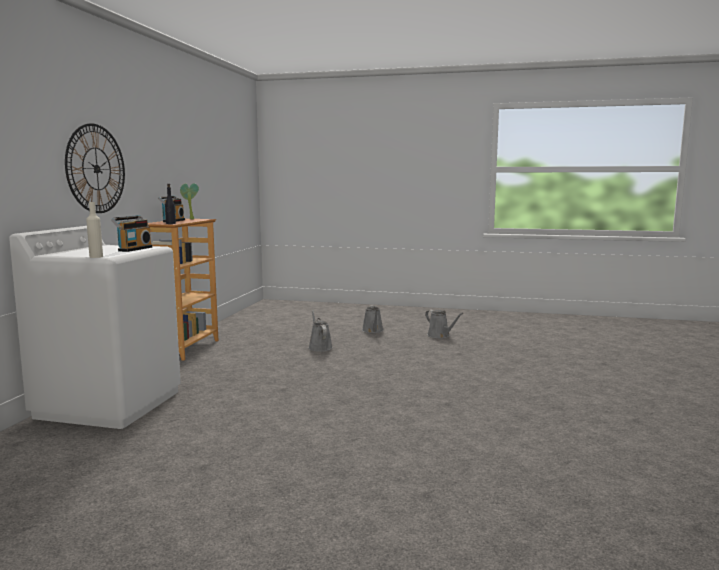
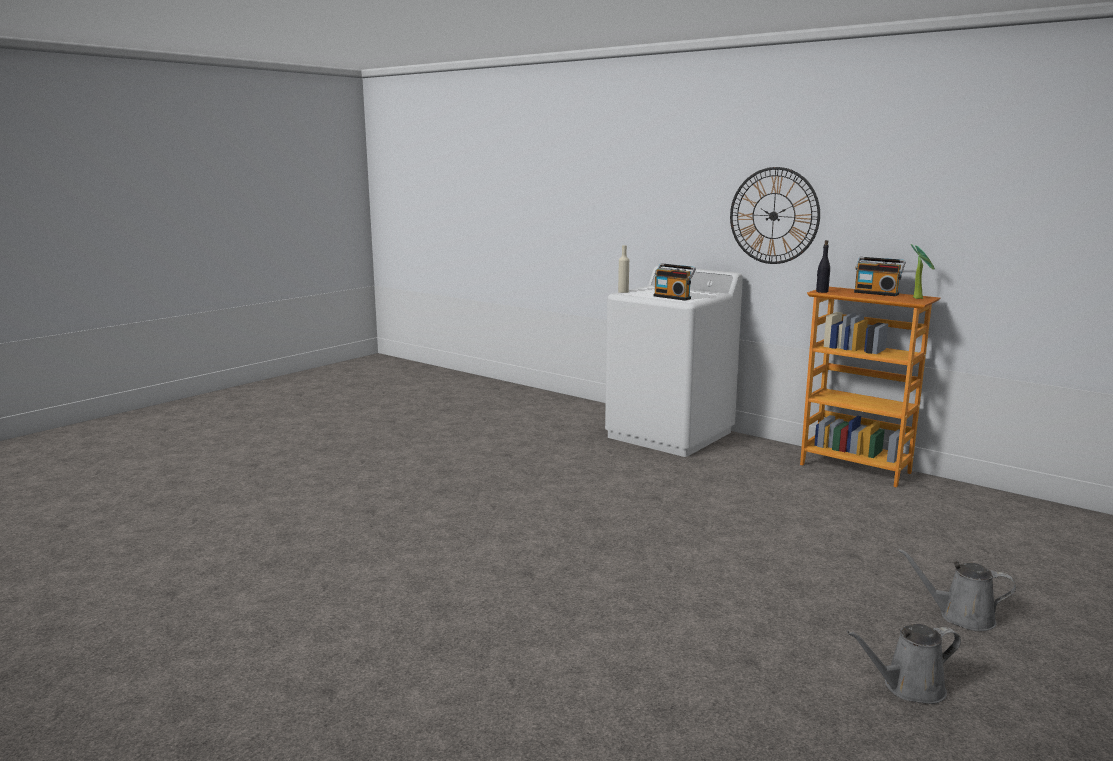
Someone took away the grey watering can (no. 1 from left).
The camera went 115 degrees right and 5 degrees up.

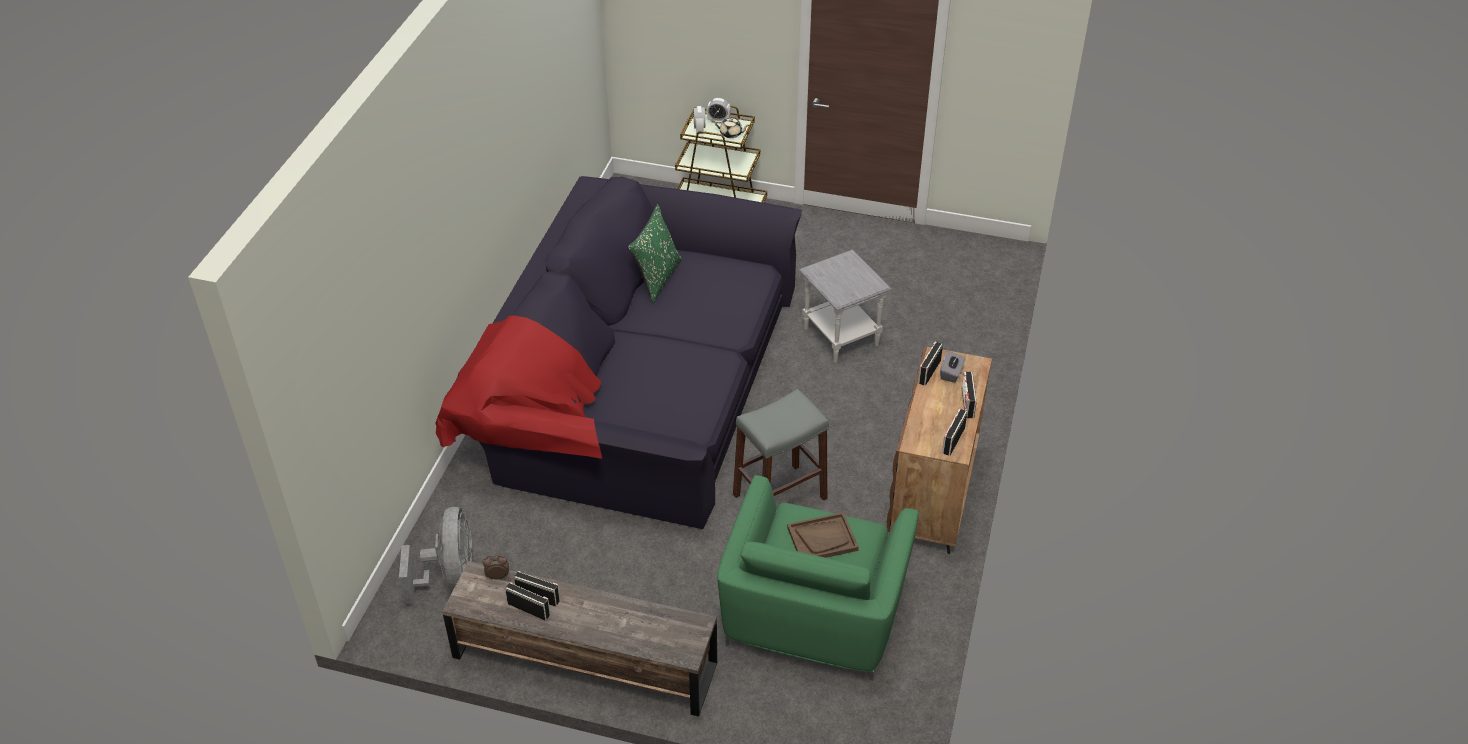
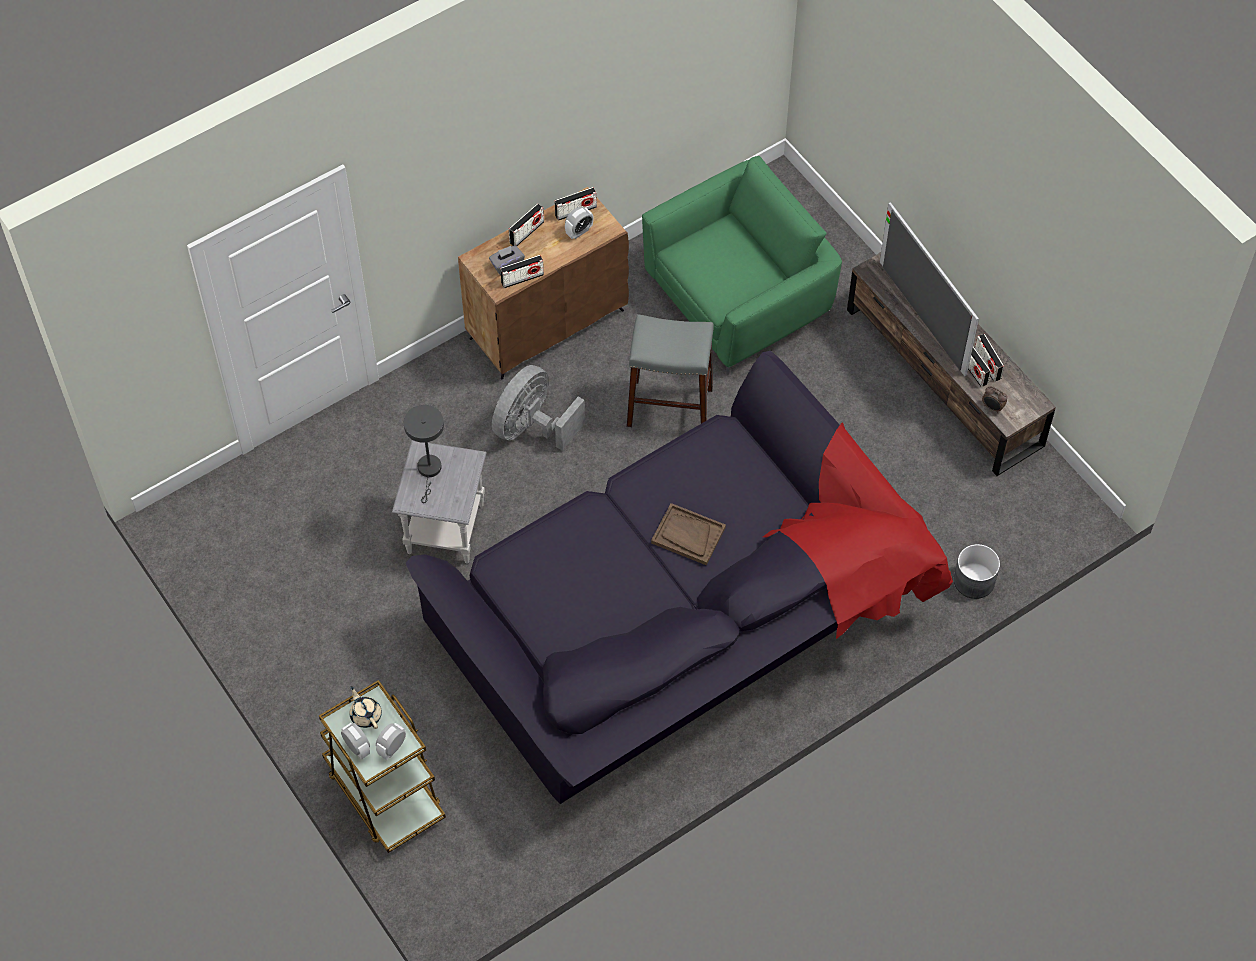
Someone carried the grey electric fan.
Someone took away the green-coloured throw pillow.
Someone carried the brown-coloured carrying tray.
Someone put down the grey tabletop lamp.
Someone put down the table clock (no. 3 from left).
Someone put down the TV.
Someone put down the grey planter.
The camera went 140 degrees left and 15 degrees up.

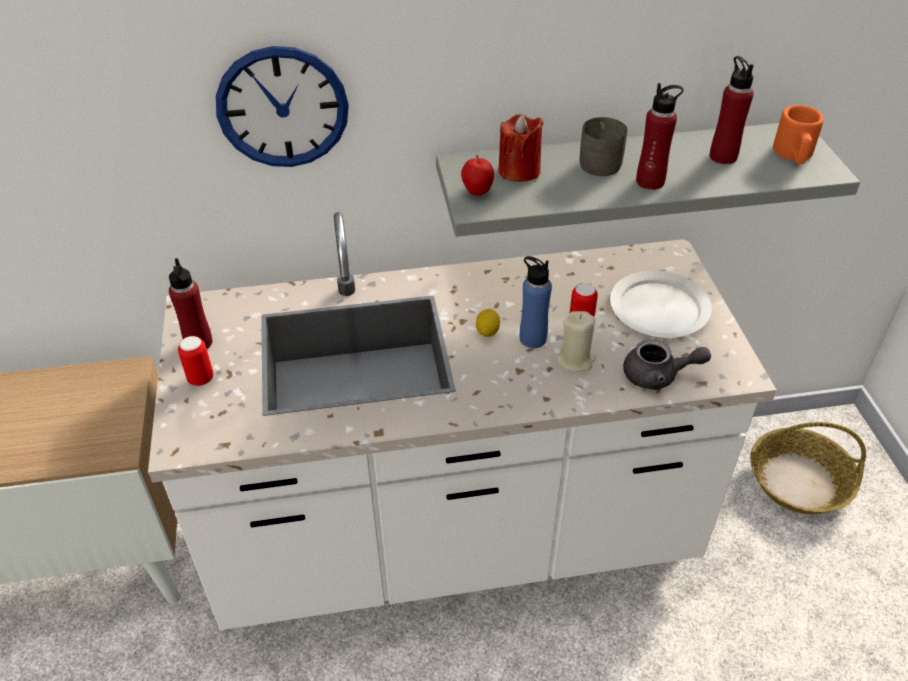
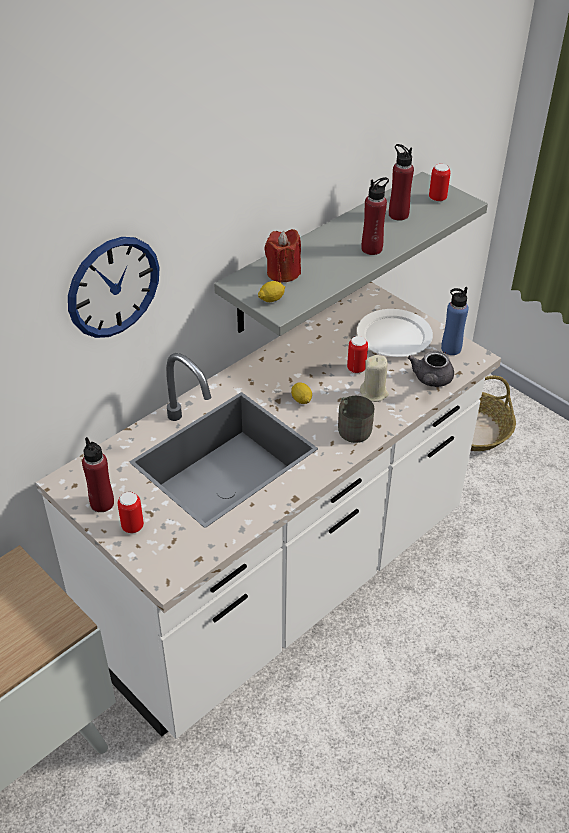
Someone swapped the whole apple for the whole lemon (no. 1 from left).
Someone carried the bluish beverage bottle.
Someone carried the grey tea mug.
Someone rotated the grey teapot by 135 degrees clockwise.
Someone swapped the orangey tea mug for the sealed can (no. 3 from left).
The camera went 35 degrees left and 0 degrees up.

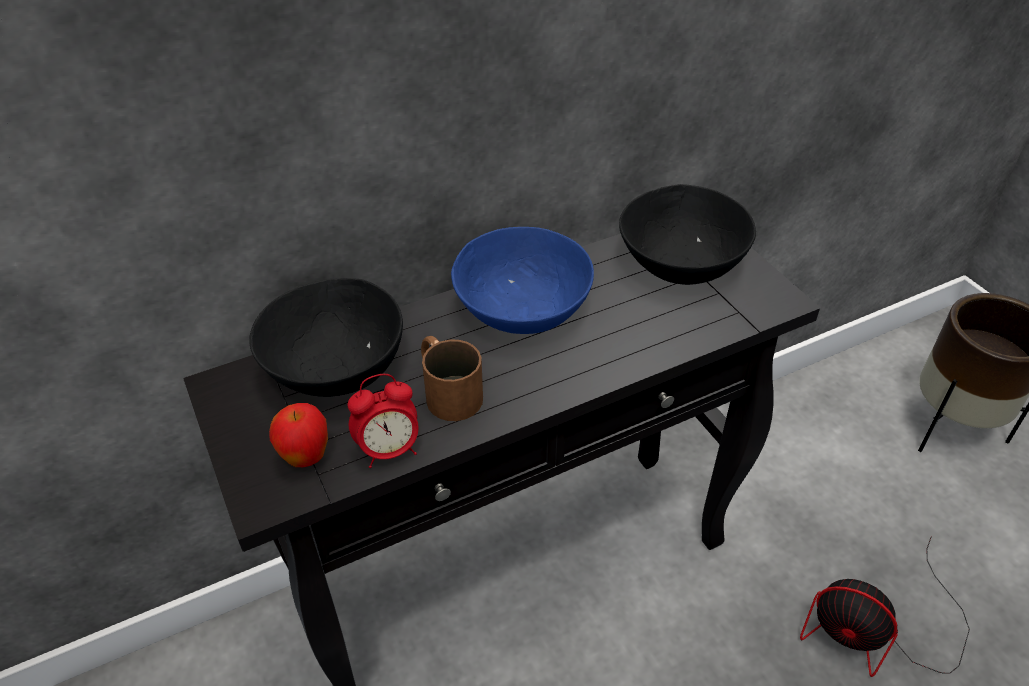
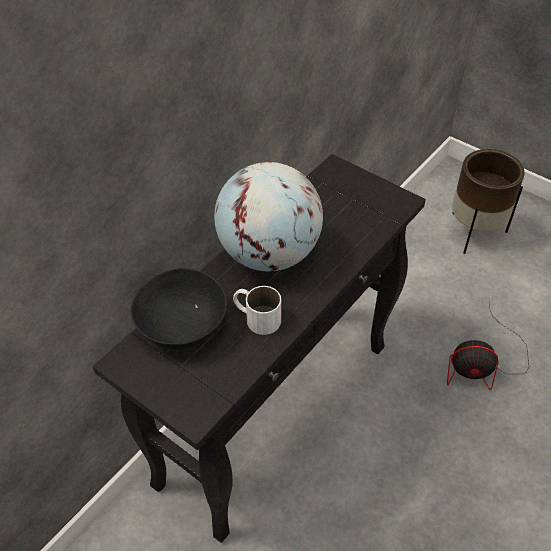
Someone took away the whole apple.
Someone took away the table clock.
Someone repainted the brown-coloured tea mug, which became the white-coloured tea mug.
Someone swapped the bluish bowl for the world globe.
Someone took away the black-coloured bowl (no. 2 from left).
The camera went 25 degrees left and 5 degrees up.

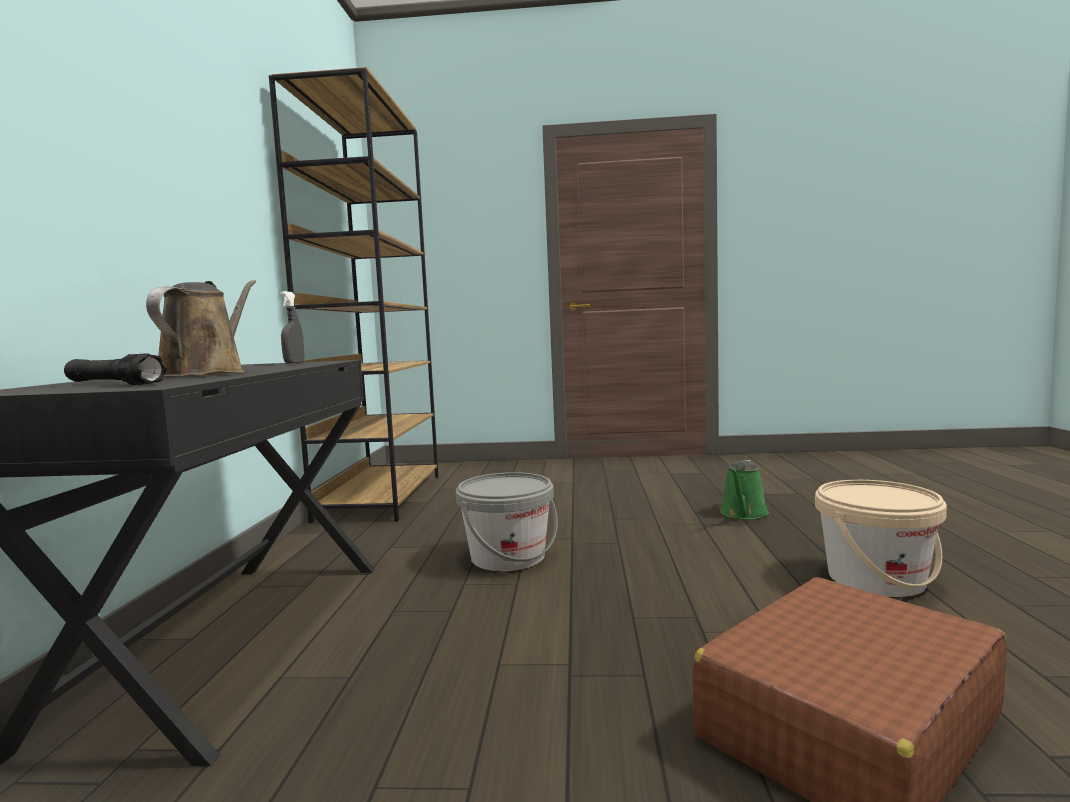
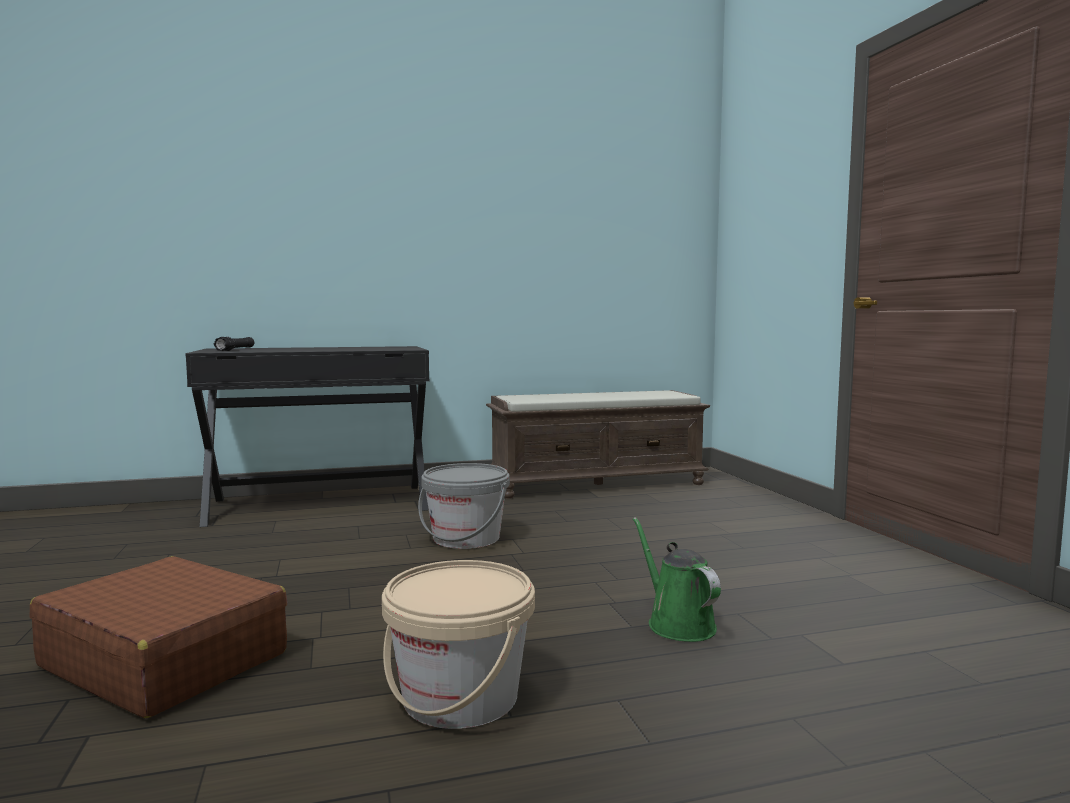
Someone took away the brown-coloured watering can.
Someone swapped the brown-coloured bookcase for the brown-coloured long seat.
Someone took away the grey hand sprayer.
Someone rotated the green-coloured watering can by 60 degrees clockwise.
The camera went 70 degrees right and 0 degrees up.

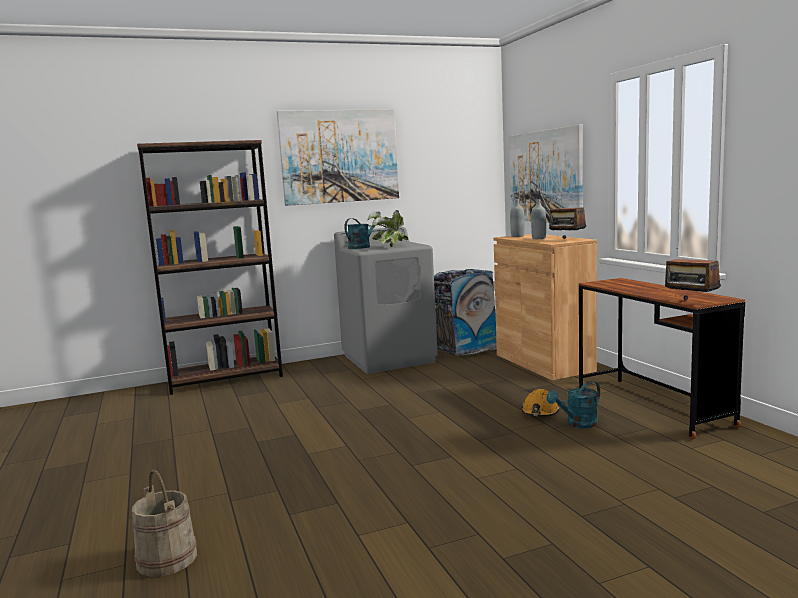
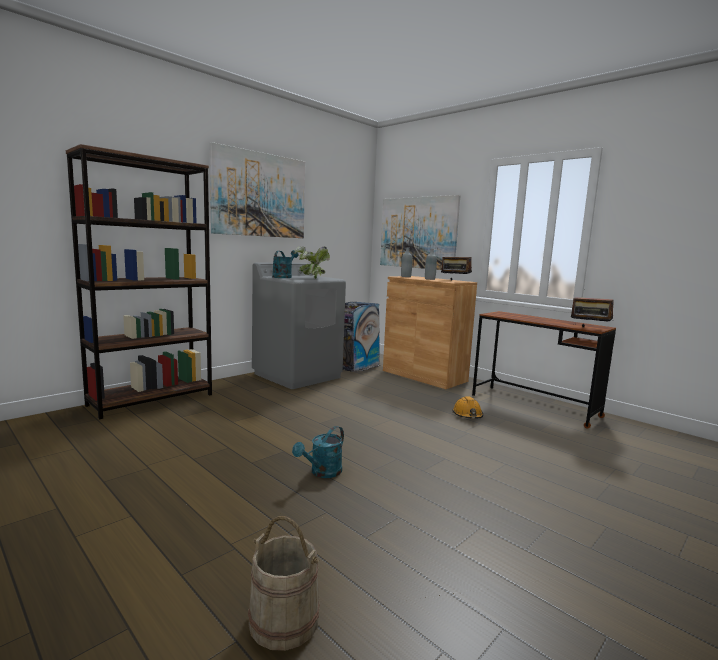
Someone carried the turquoise-coloured watering can (no. 2 from left).
The camera went 25 degrees left and 0 degrees up.

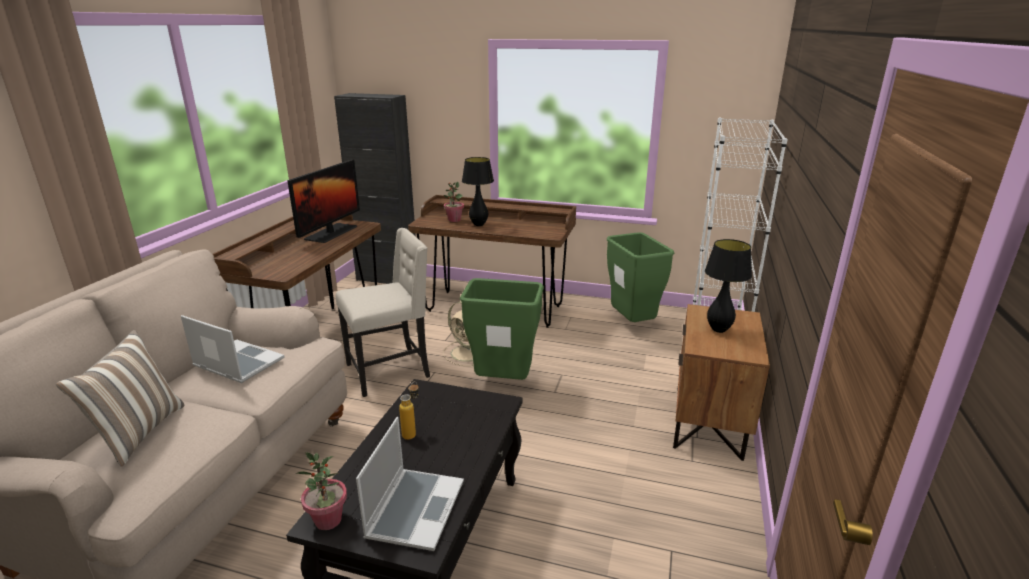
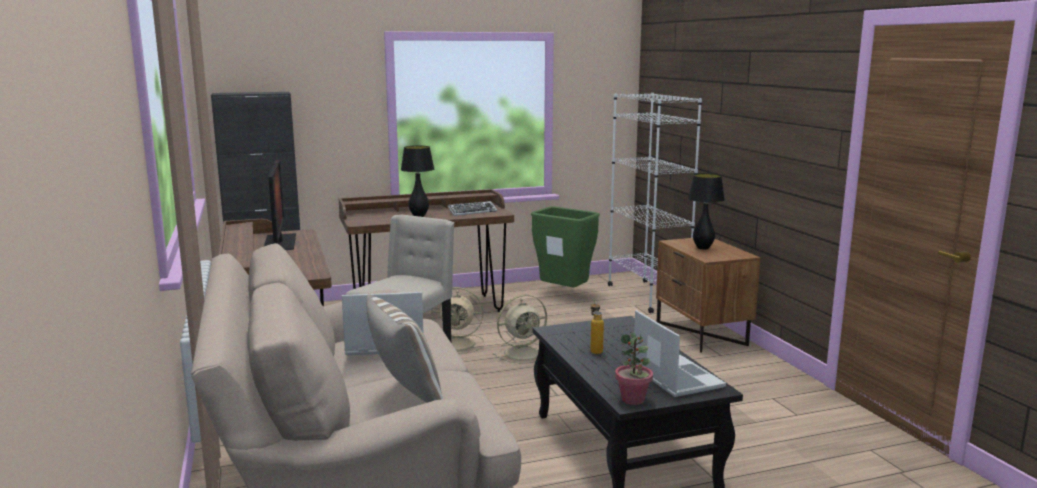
Someone took away the potted plant (no. 2 from left).
Someone swapped the green-coloured trash can (no. 1 from left) for the beige electric fan (no. 2 from left).
Someone put down the keyboard.
The camera went 35 degrees left and 10 degrees down.

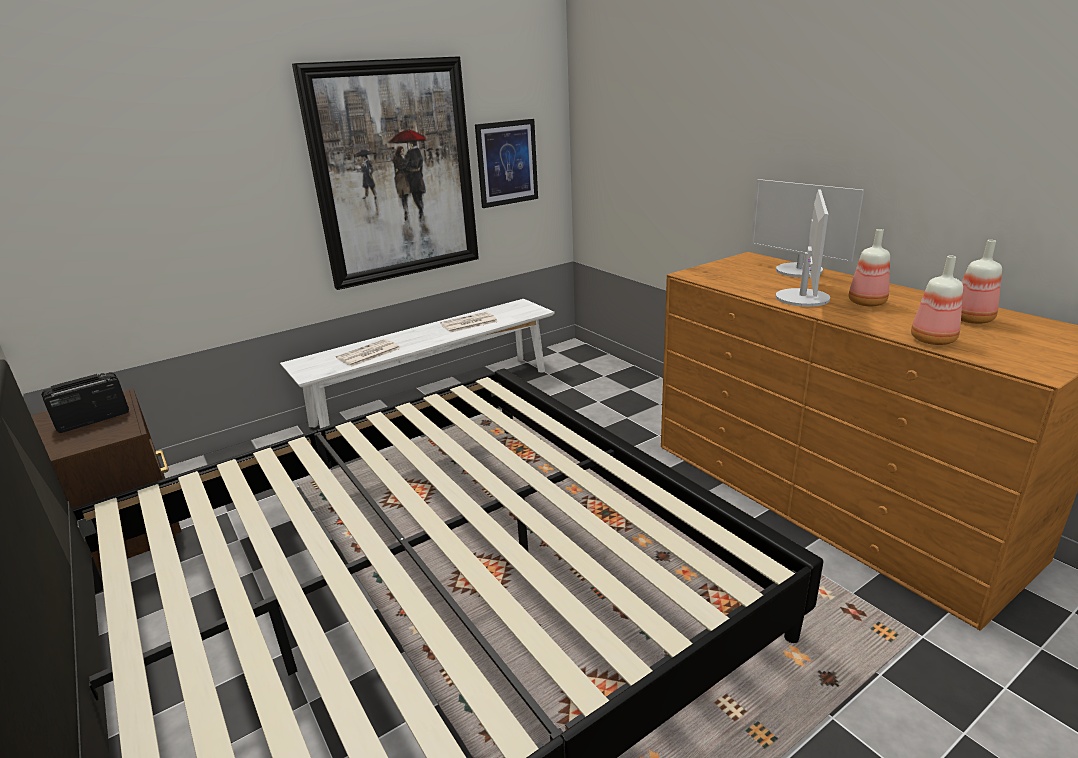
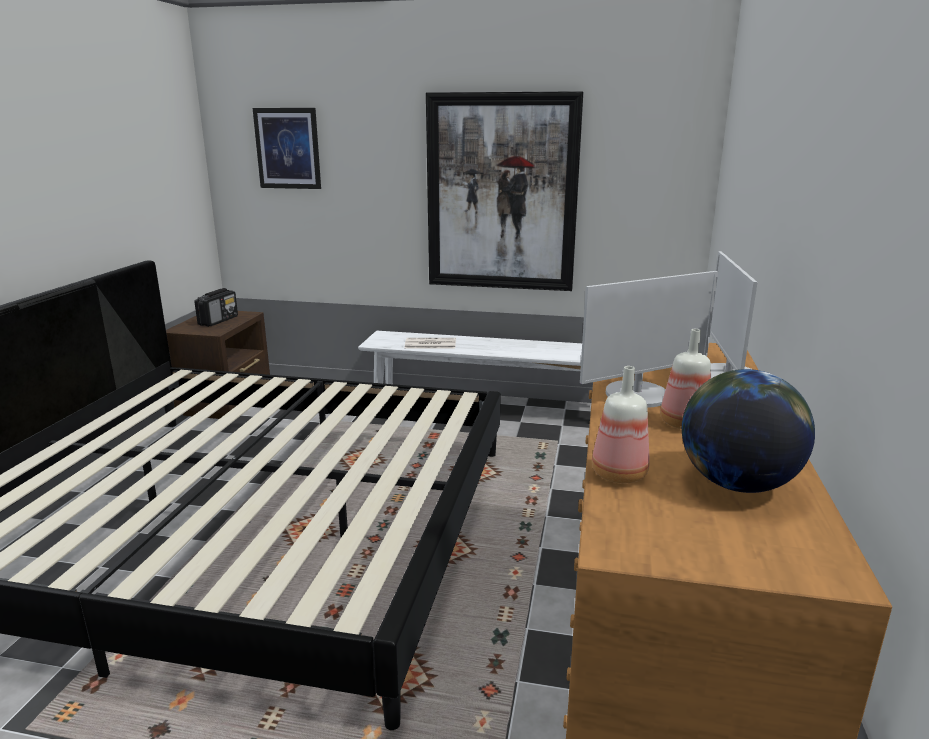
Someone rotated the radio set by 105 degrees clockwise.
Someone took away the printed paper (no. 2 from left).
Someone carried the wall art (no. 2 from left in the first image).
Someone swapped the beverage bottle (no. 3 from left) for the world globe.
The camera went 45 degrees right and 5 degrees down.

